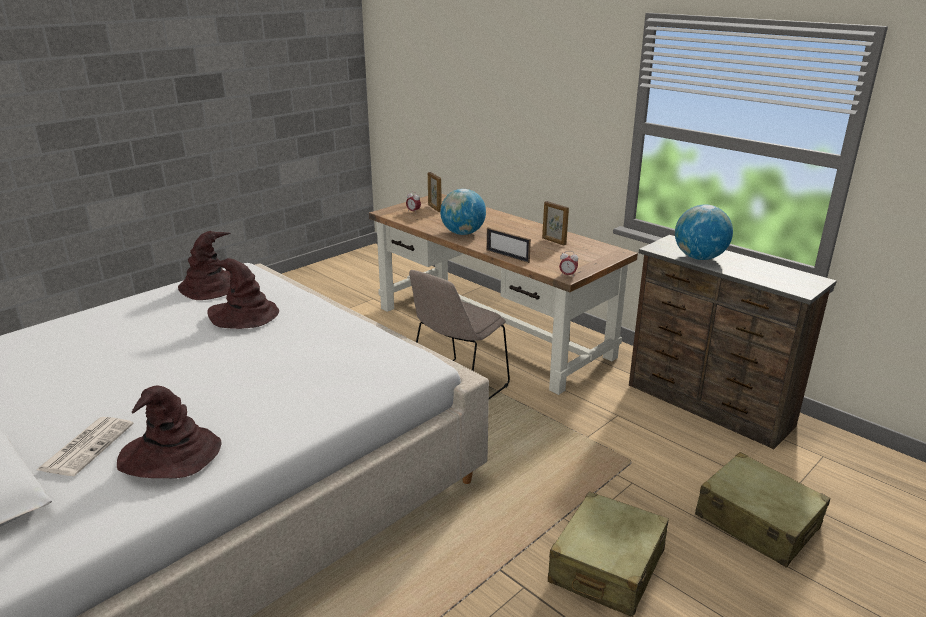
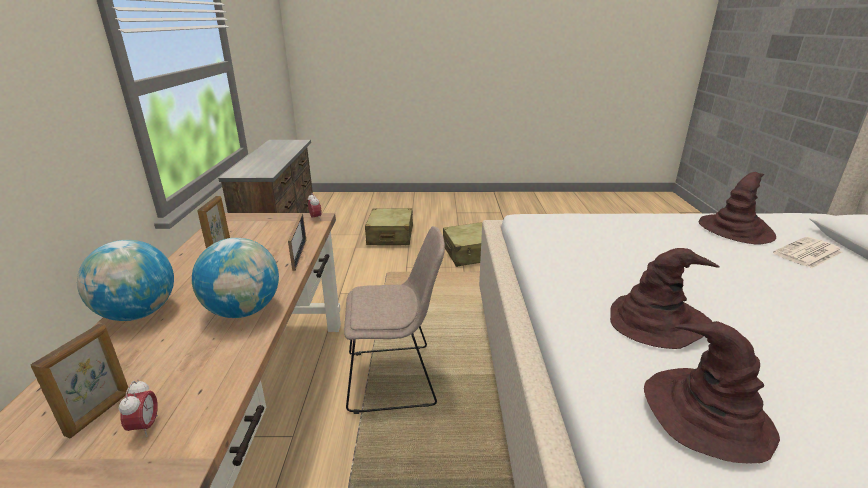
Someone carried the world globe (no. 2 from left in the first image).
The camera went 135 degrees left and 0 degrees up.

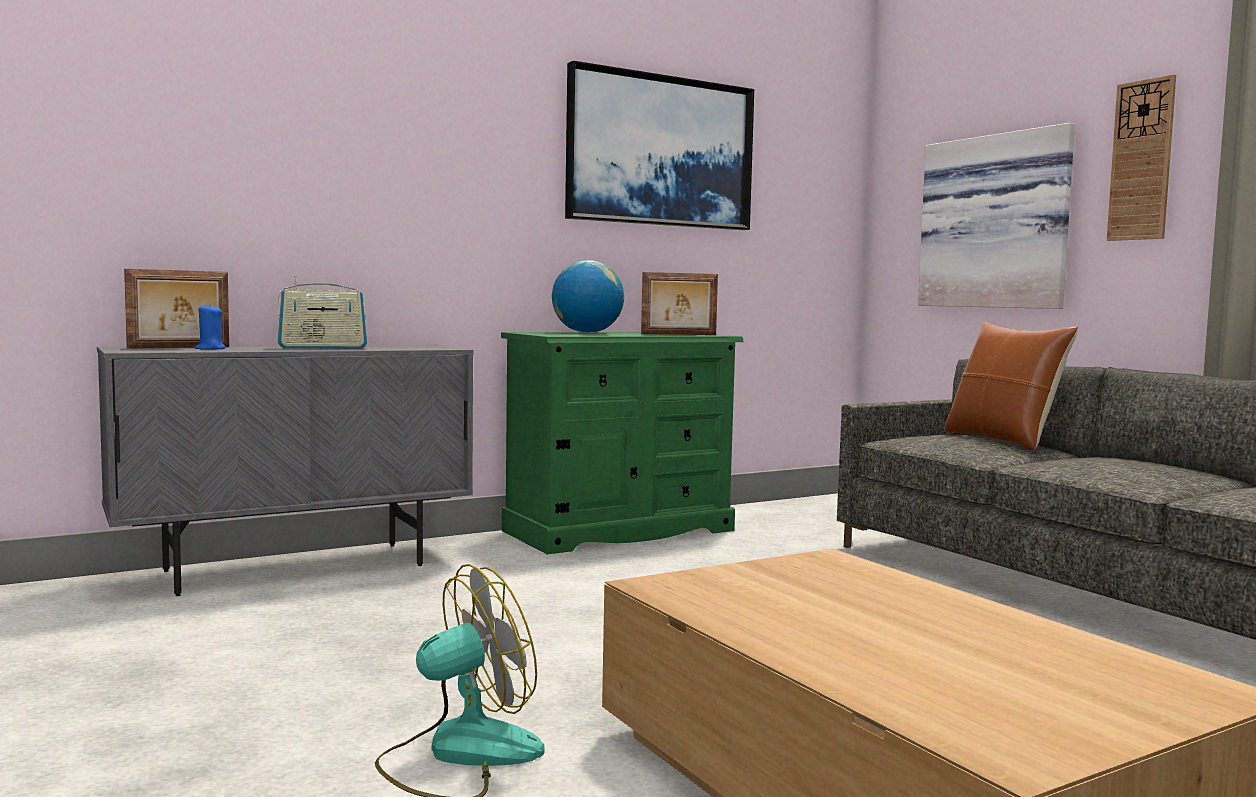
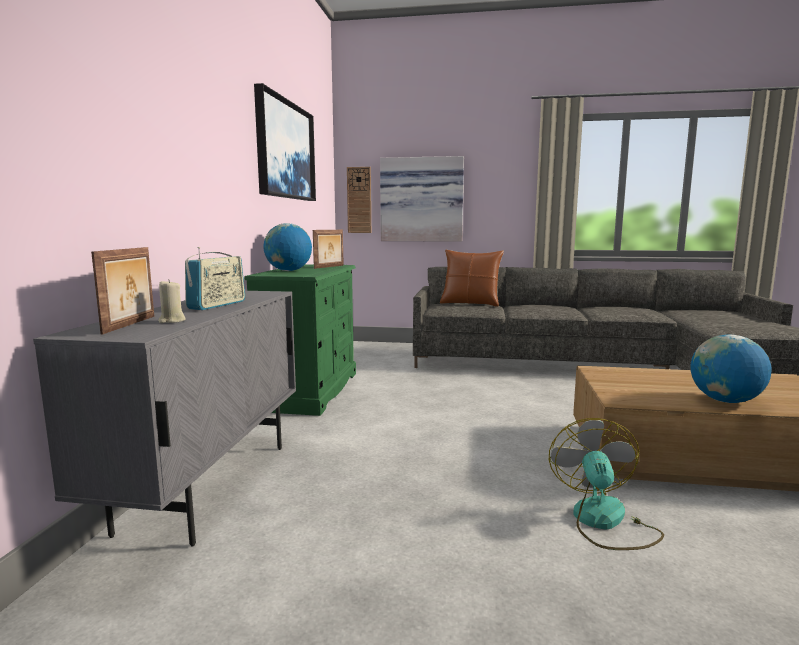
Someone repainted the bluish wax candle, which became the beige wax candle.
Someone carried the hanging clock.
Someone put down the world globe (no. 2 from left).
The camera went 50 degrees left and 5 degrees up.

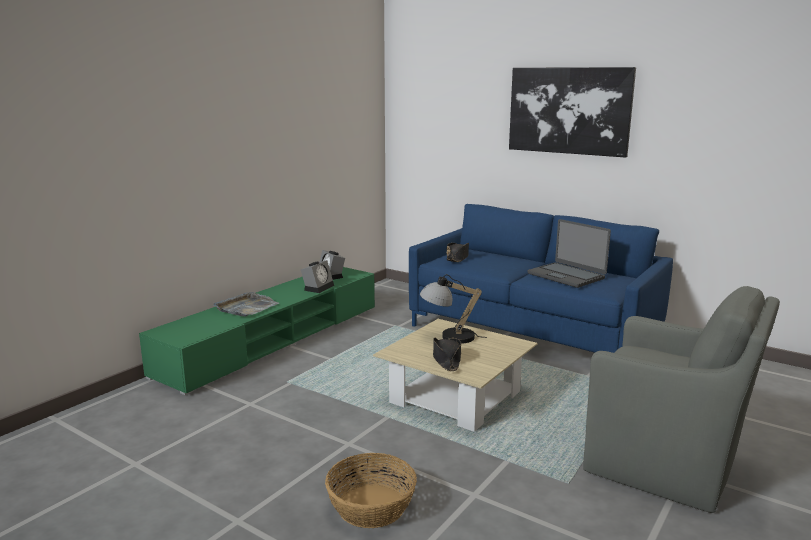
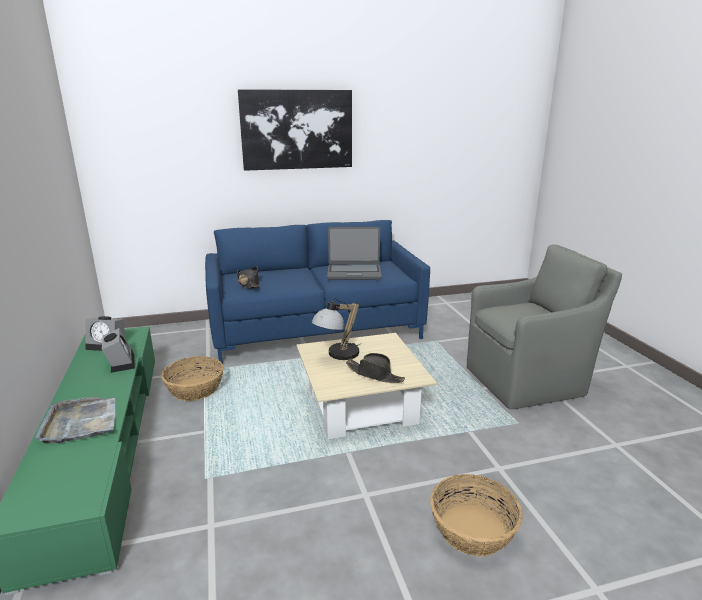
Someone put down the storage basket (no. 1 from left).
The camera went 50 degrees left and 5 degrees up.

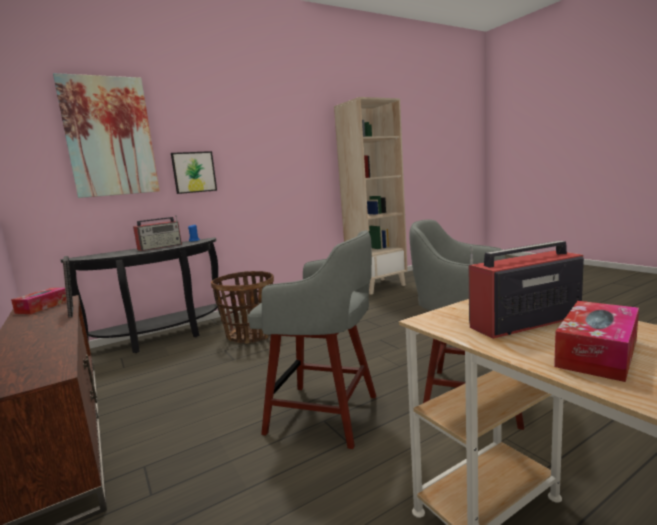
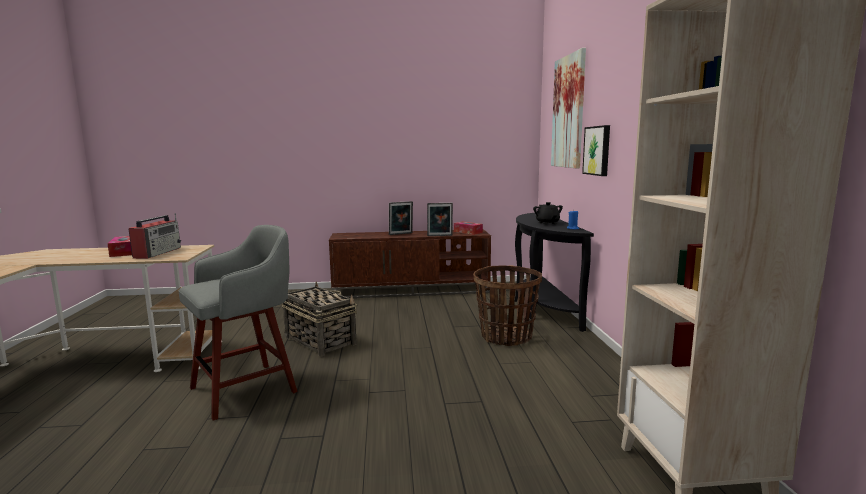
Someone swapped the radio set (no. 1 from left) for the black-coloured teapot.
Someone swapped the grey stool (no. 1 from left) for the storage basket (no. 1 from left).
Someone put down the photo frame (no. 1 from left).
The camera went 115 degrees right and 0 degrees up.

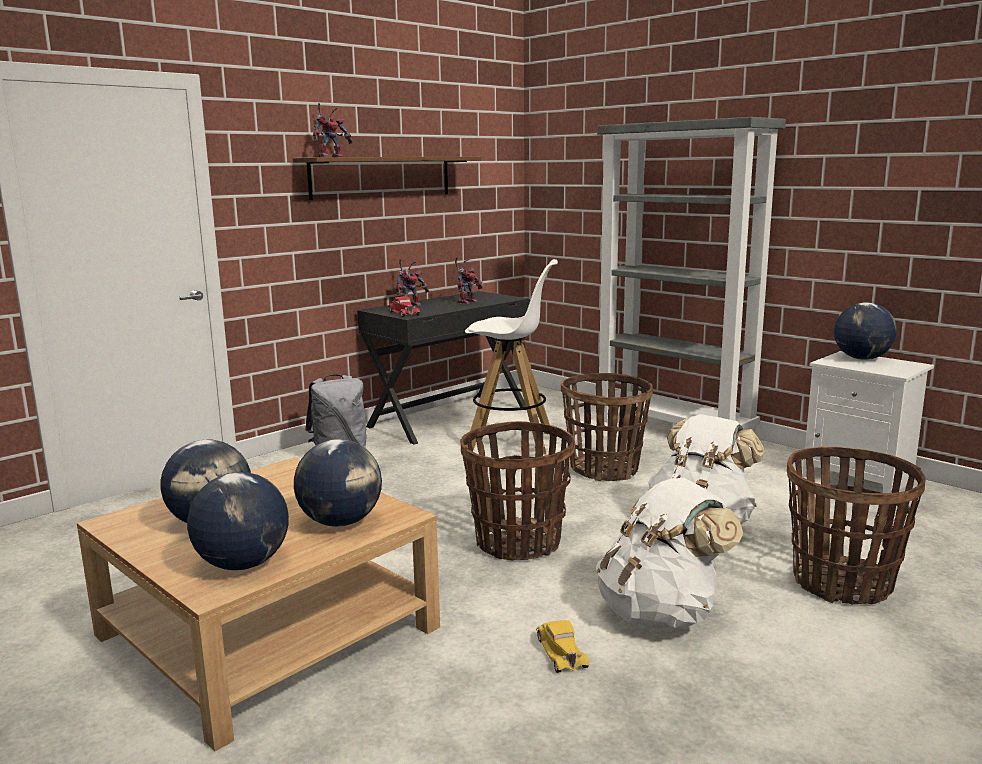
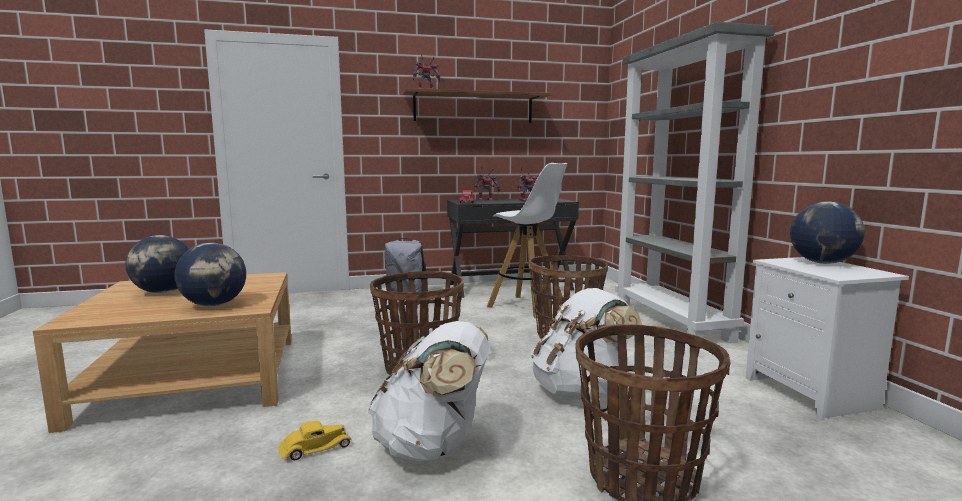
Someone took away the world globe (no. 2 from left).
Someone rotated the yellowish model car by 135 degrees counterclockwise.
The camera went 30 degrees right and 5 degrees down.

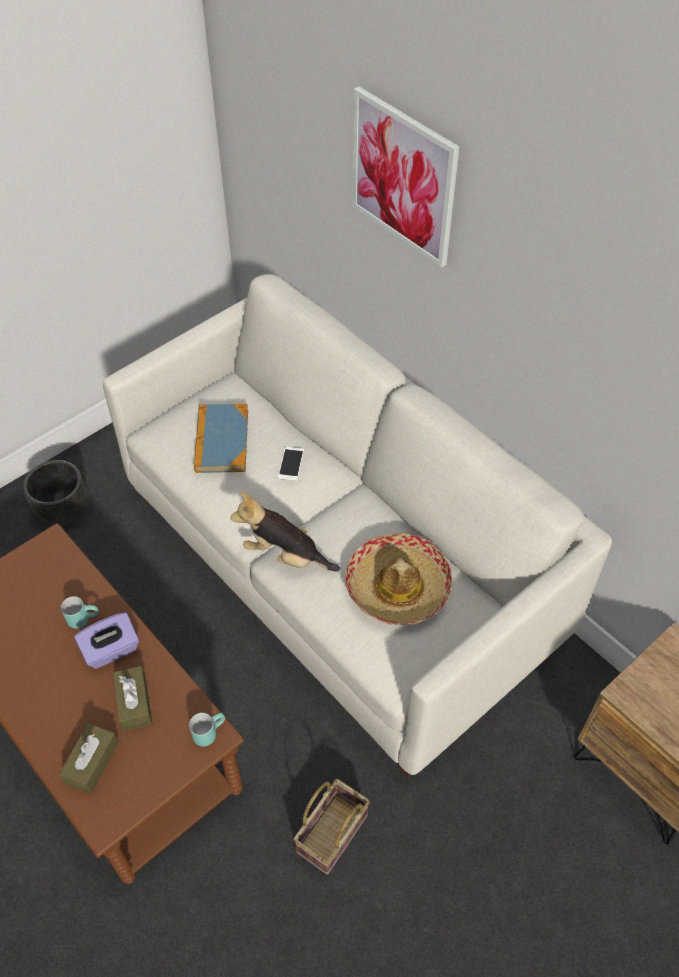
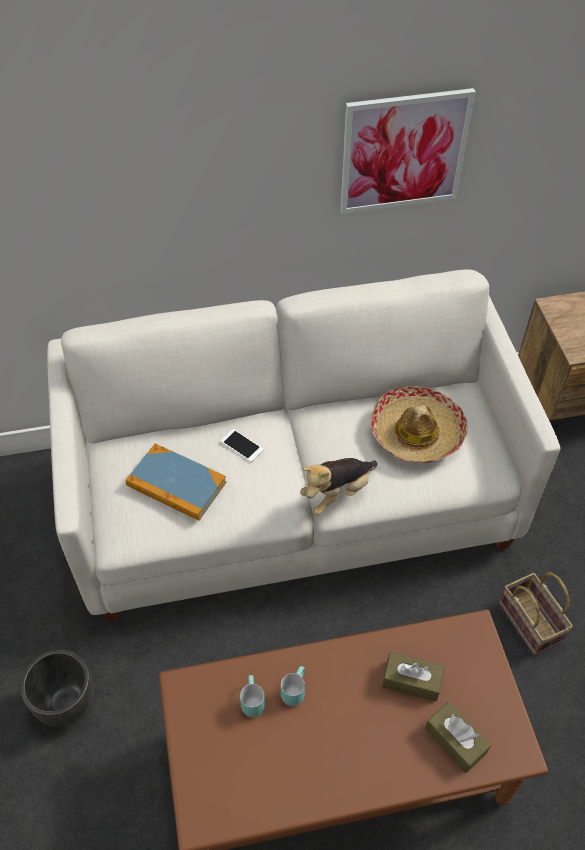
Someone took away the purple tissue holder.
Someone carried the turquoise-coloured tea mug (no. 2 from left in the first image).
Someone carried the wall art.
The camera went 60 degrees left and 0 degrees up.

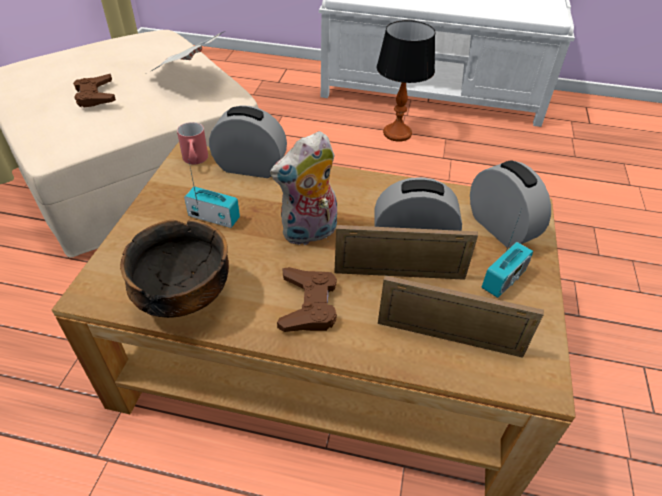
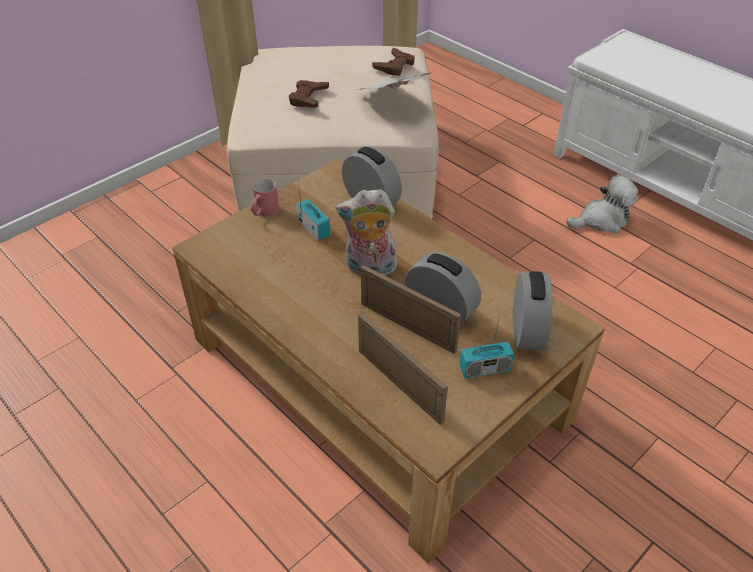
Someone took away the bowl.
Someone carried the reddish tea mug.
Someone carried the brown-coloured gamepad (no. 2 from left).
Someone swapped the tabletop lamp for the plush toy (no. 2 from left).
The camera went 35 degrees right and 0 degrees up.

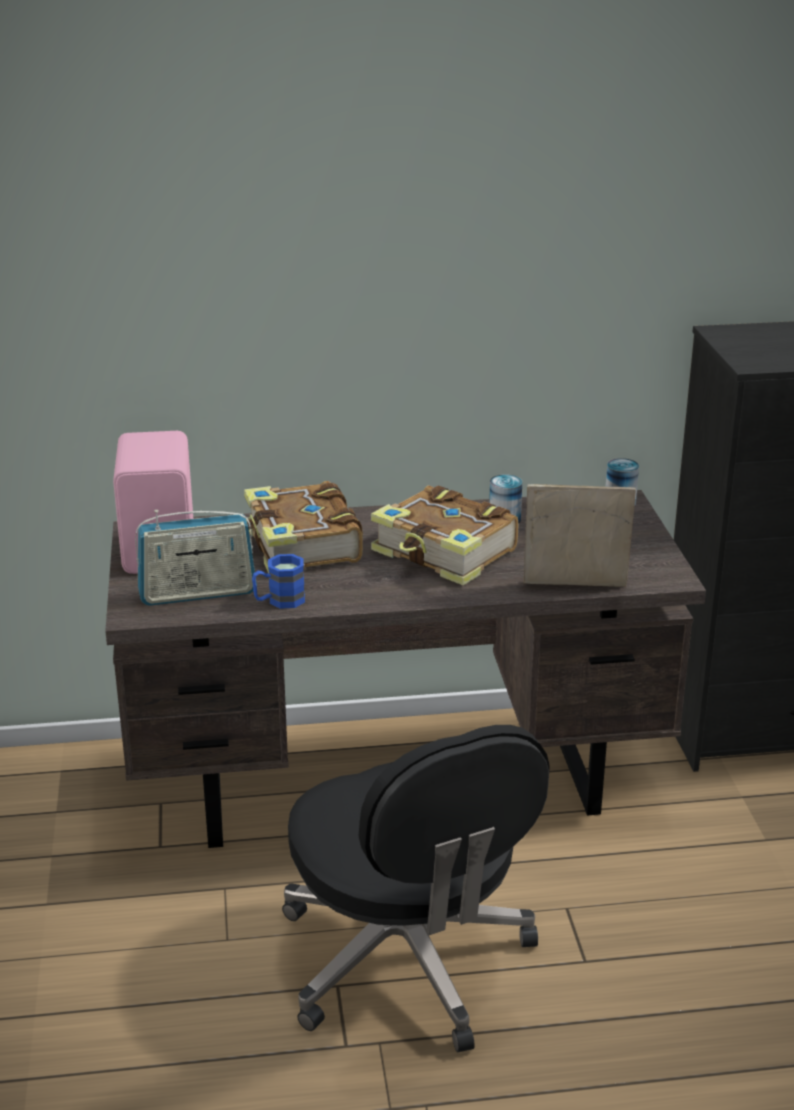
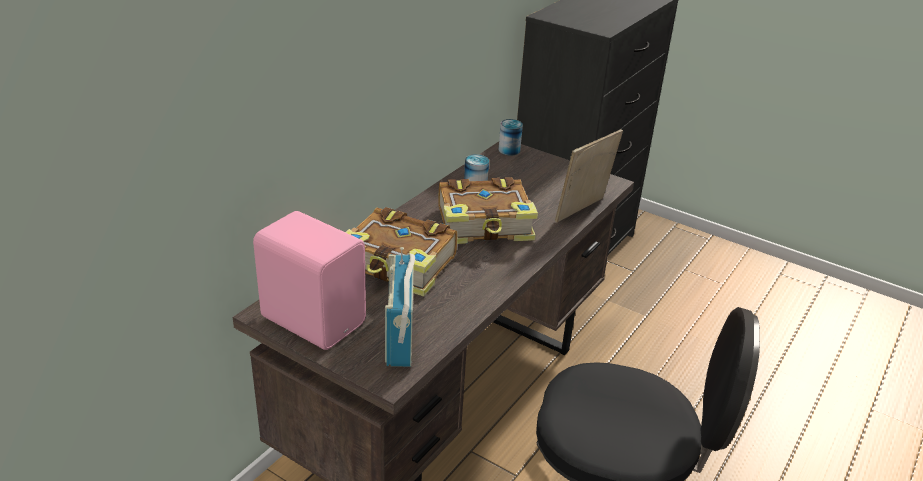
Someone rotated the radio set by 150 degrees clockwise.
Someone took away the bluish tea mug.
The camera went 50 degrees left and 5 degrees up.

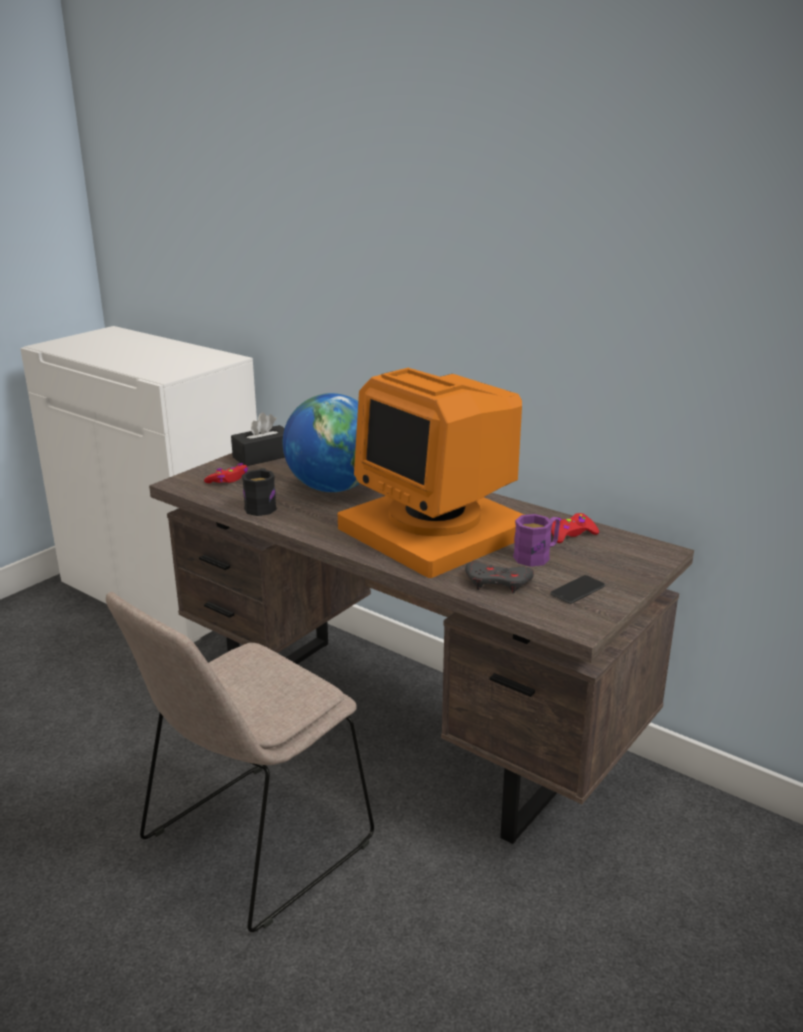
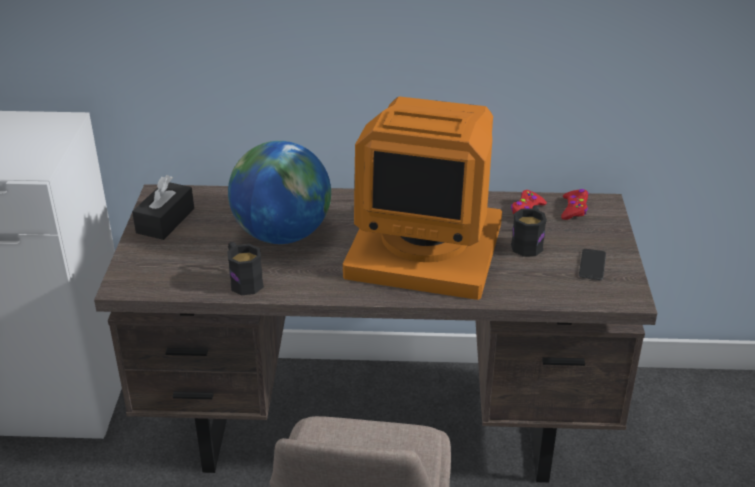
Someone carried the reddish gamepad (no. 1 from left in the first image).
Someone took away the grey gamepad.
Someone repainted the purple tea mug, which became the black-coloured tea mug (no. 2 from left).
The camera went 35 degrees left and 10 degrees up.

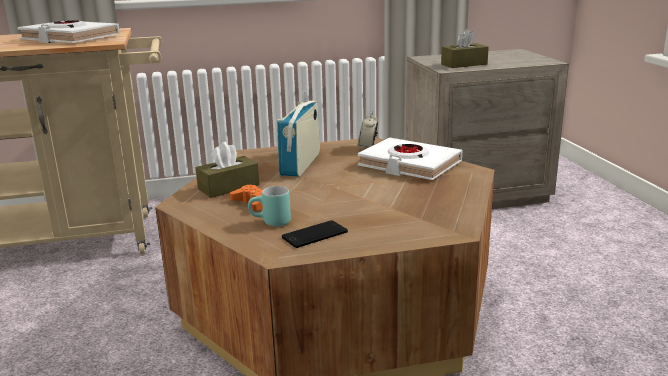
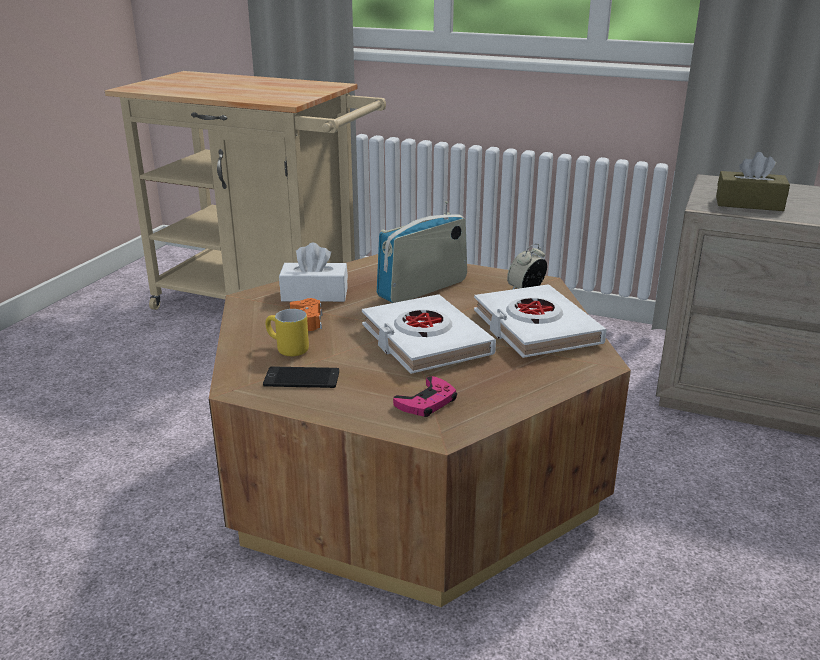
Someone carried the white-coloured bound book (no. 1 from left).
Someone repainted the brown-coloured tissue holder (no. 1 from left), which became the white-coloured tissue holder.
Someone repainted the turquoise-coloured tea mug, which became the yellowish tea mug.
Someone put down the pinkish gamepad.
The camera went 35 degrees right and 5 degrees up.

